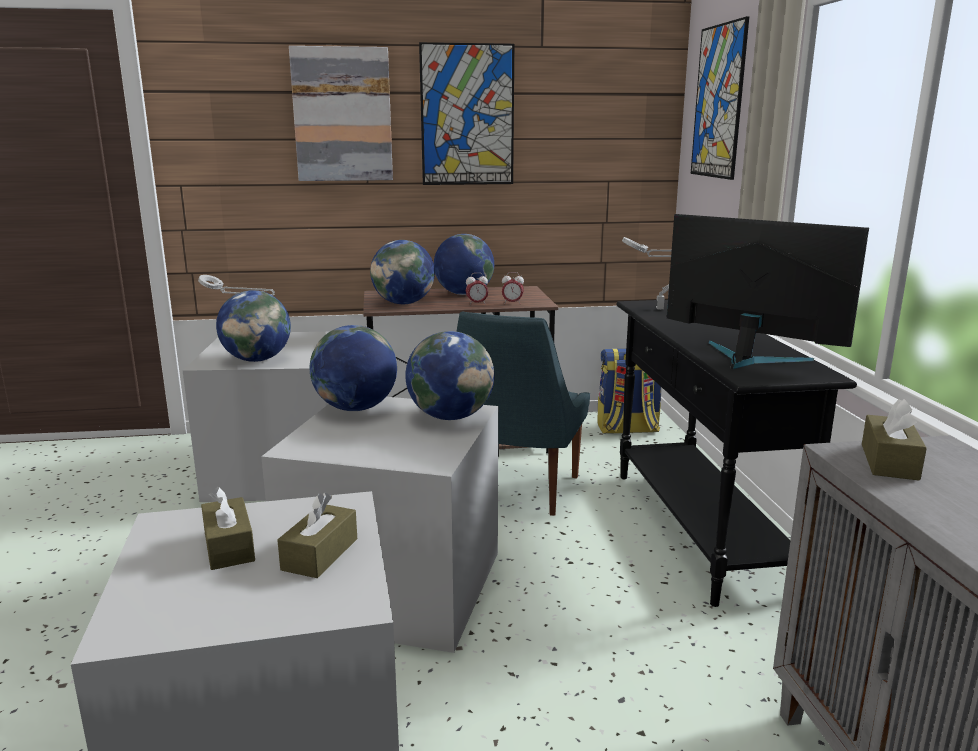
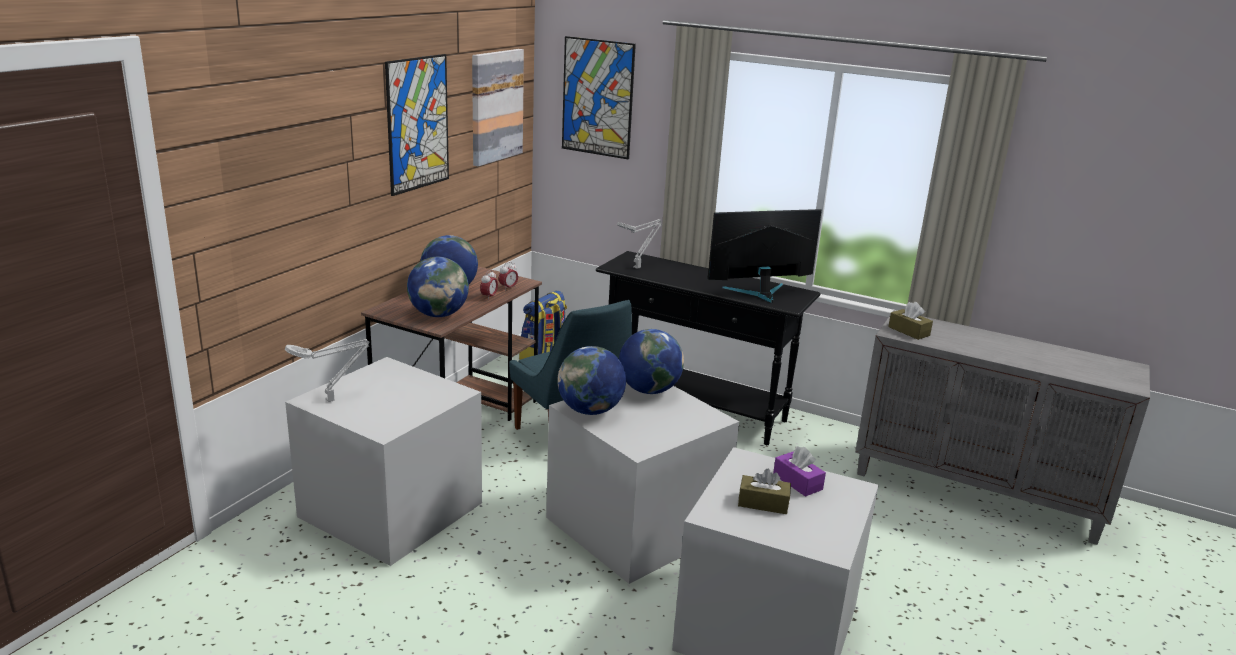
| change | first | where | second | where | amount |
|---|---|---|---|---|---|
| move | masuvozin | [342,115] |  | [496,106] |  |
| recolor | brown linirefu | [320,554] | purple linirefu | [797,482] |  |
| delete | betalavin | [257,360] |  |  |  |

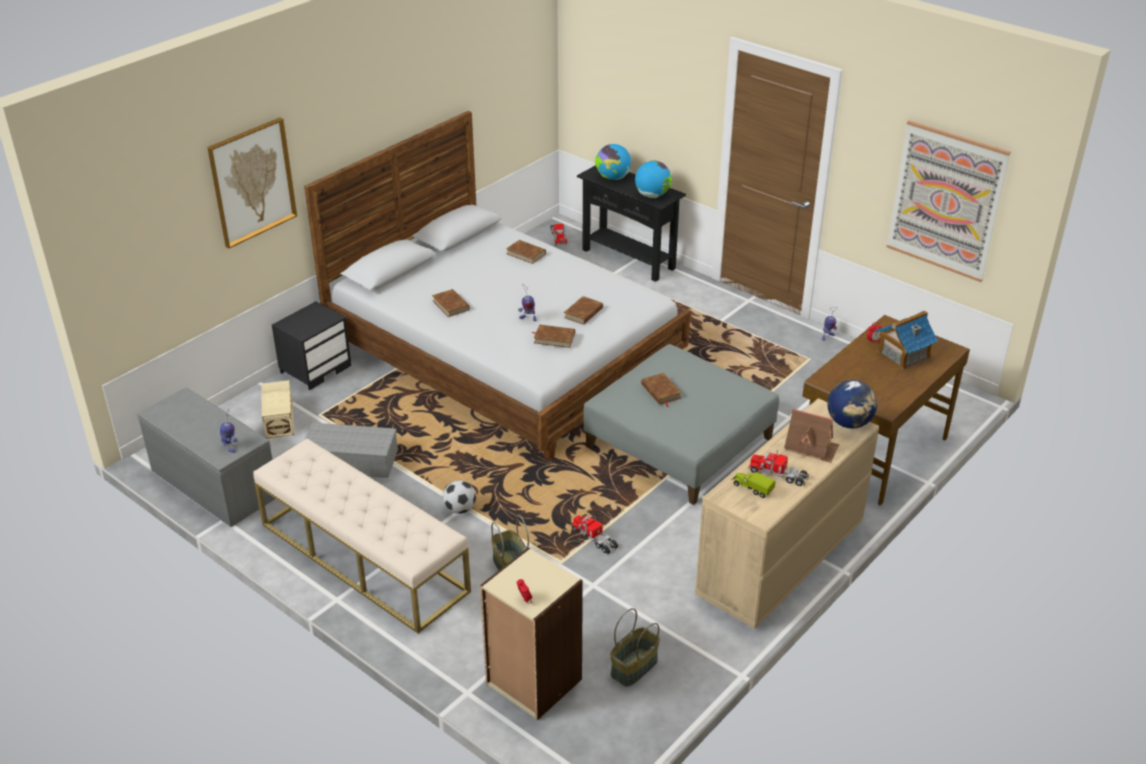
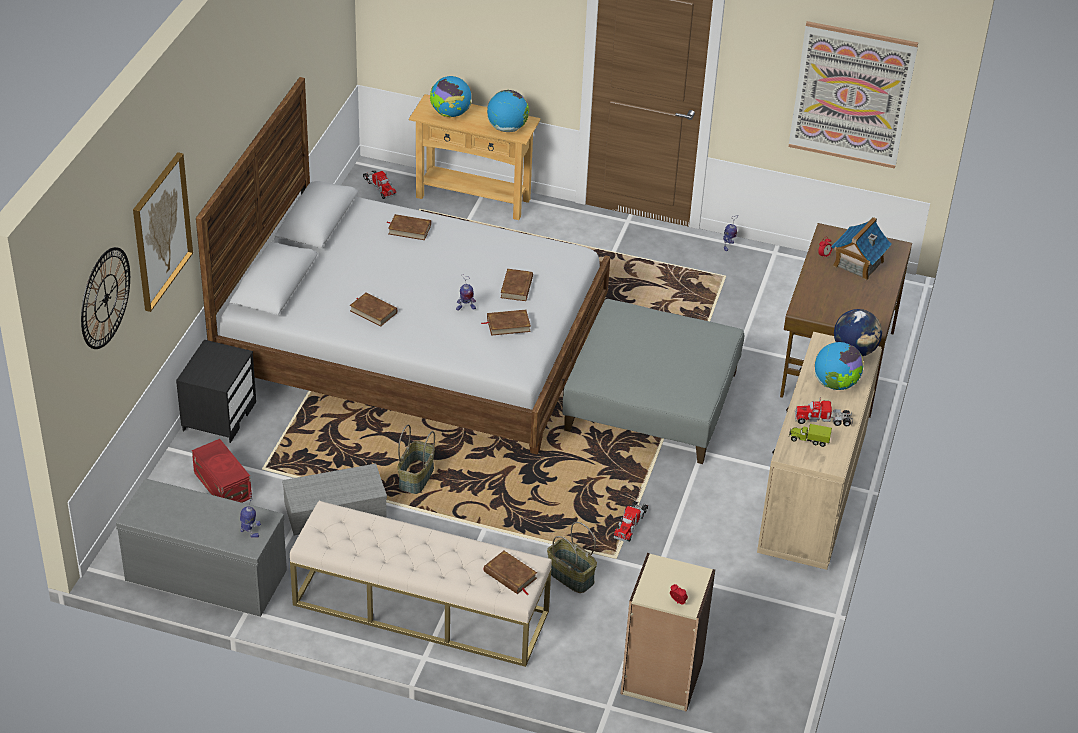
| change | first | where | second | where | amount |
|---|---|---|---|---|---|
| insert |  |  | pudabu | [105,298] |  |
| recolor | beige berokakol | [280,419] | red berokakol | [223,484] |  |
| move | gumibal | [634,668] |  | [416,478] |  |
| recolor | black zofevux | [628,259] | beige zofevux | [473,198] |  |
| move | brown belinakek | [661,391] |  | [510,575] |  |
| rotate | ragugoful | [594,538] |  | [630,524] | 90 degrees counterclockwise |
| replace | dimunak | [811,447] | betalavin | [835,384] |  |
| delete | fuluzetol | [460,509] |  |  |  |

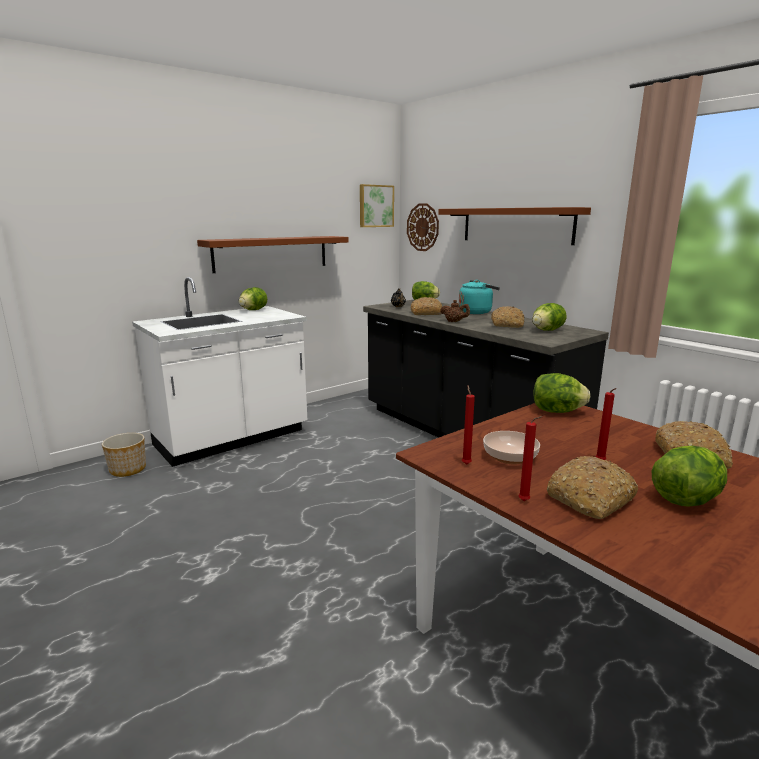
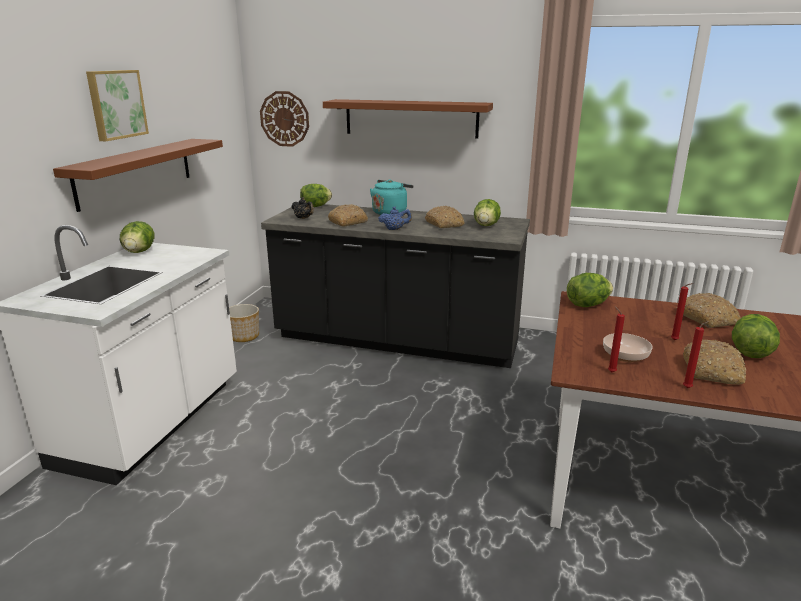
| change | first | where | second | where | amount |
|---|---|---|---|---|---|
| move | masuvozin | [375,206] |  | [116,104] |  |
| move | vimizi | [127,470] |  | [244,336] |  |
| recolor | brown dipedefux | [454,322] | blue dipedefux | [395,229] |  |

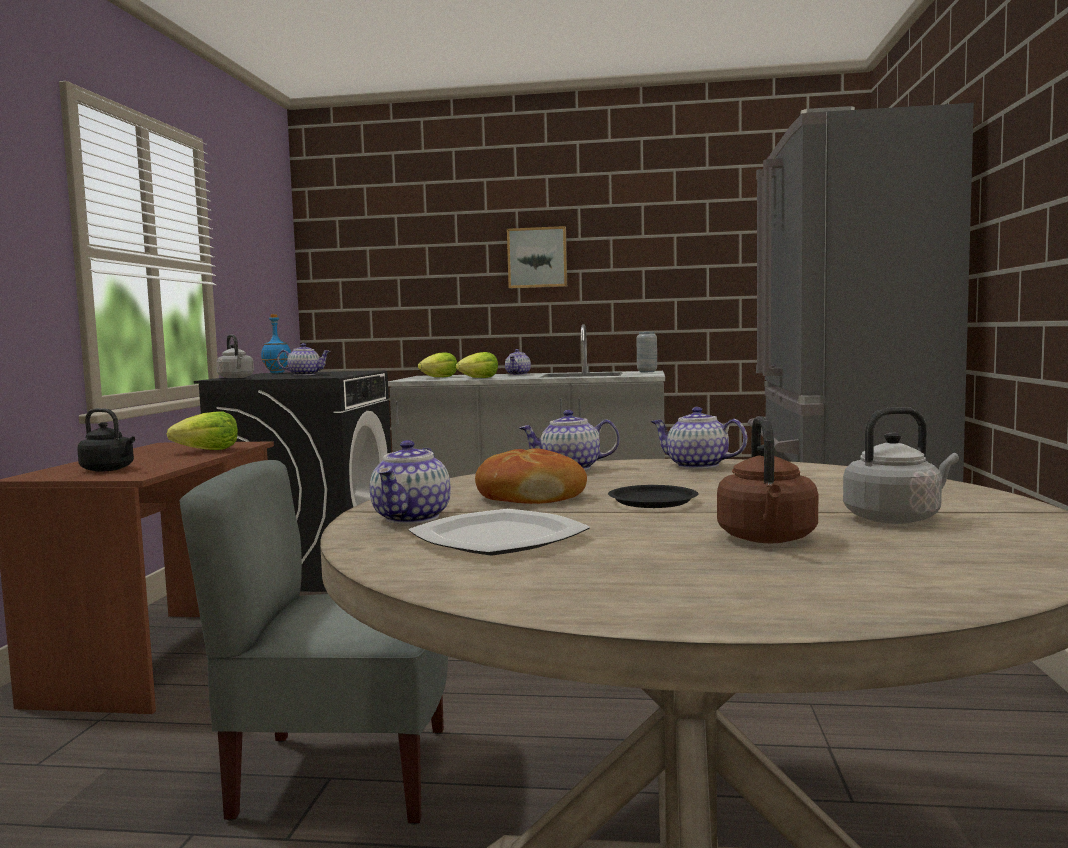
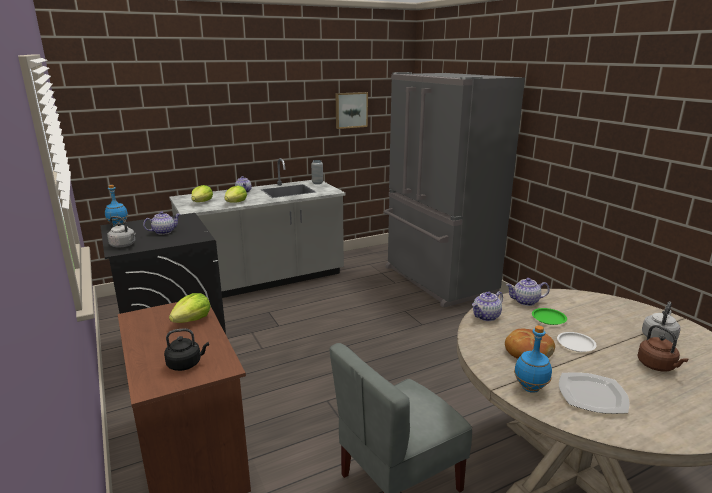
| change | first | where | second | where | amount |
|---|---|---|---|---|---|
| move | masuvozin | [537,258] |  | [351,110] |  |
| replace | dipedefux | [412,518] | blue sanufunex | [530,388] |  |
| insert |  |  | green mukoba | [549,319] |  |
| recolor | black mukoba | [653,502] | white mukoba | [576,344] |  |

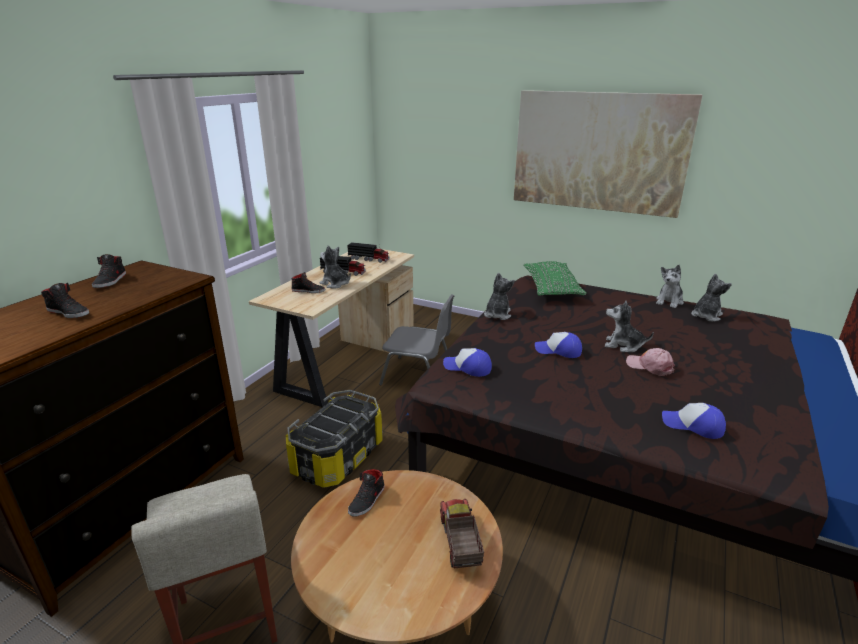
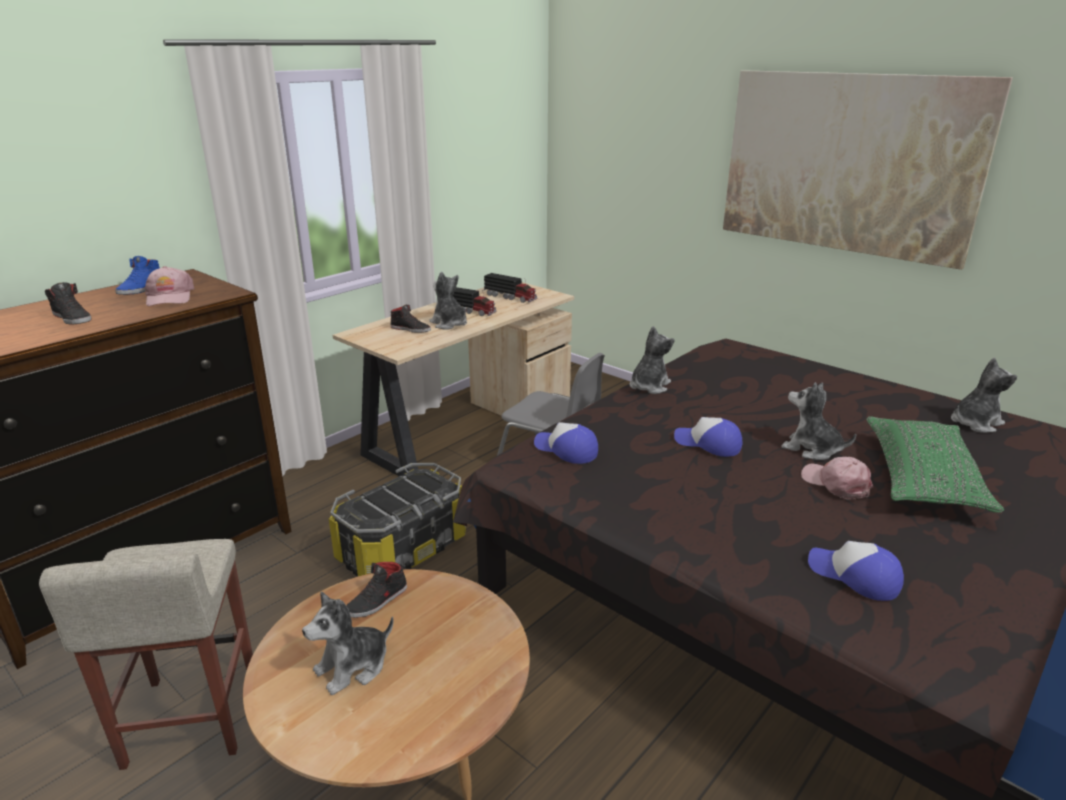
| change | first | where | second | where | amount |
|---|---|---|---|---|---|
| recolor | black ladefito | [110,281] | blue ladefito | [142,288] |  |
| insert |  |  | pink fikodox | [170,297] |  |
| move | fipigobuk | [669,301] |  | [353,667] |  |
| move | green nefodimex | [551,288] |  | [922,479] |  |
| delete | ragugoful | [459,543] |  |  |  |

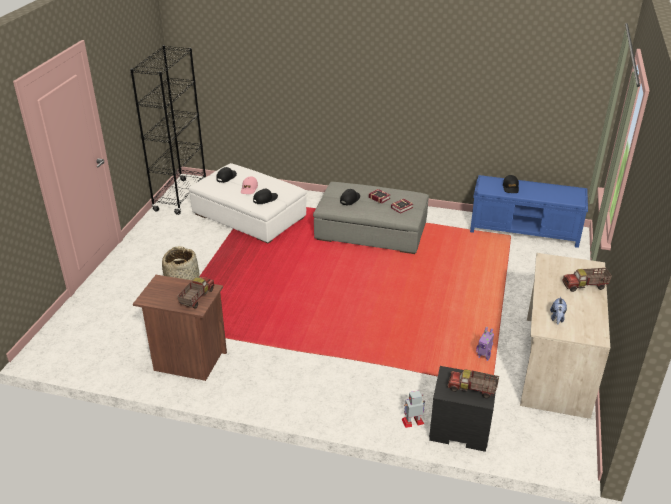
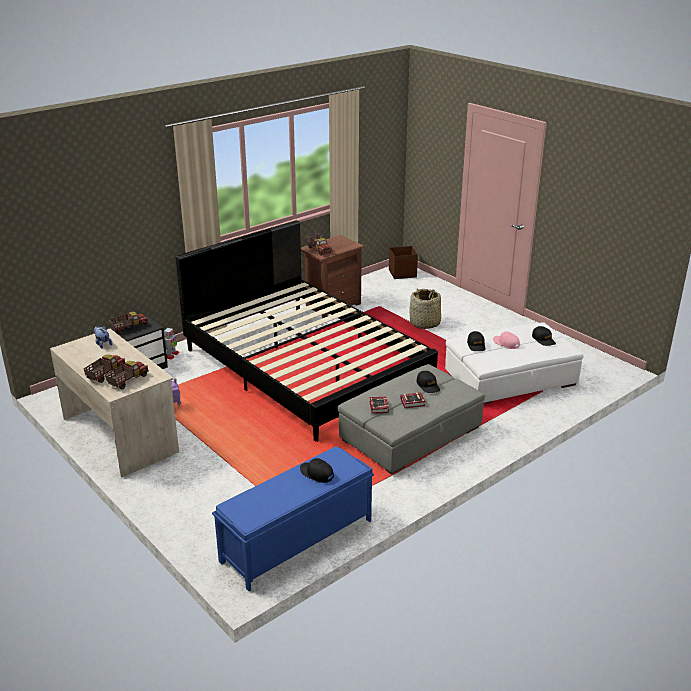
| change | first | where | second | where | amount |
|---|---|---|---|---|---|
| insert |  |  | ragugoful | [127,381] |  |
| insert |  |  | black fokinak | [306,366] |  |
| insert |  |  | brown berokakol | [402,273] |  |
| delete | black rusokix | [180,197] |  |  |  |

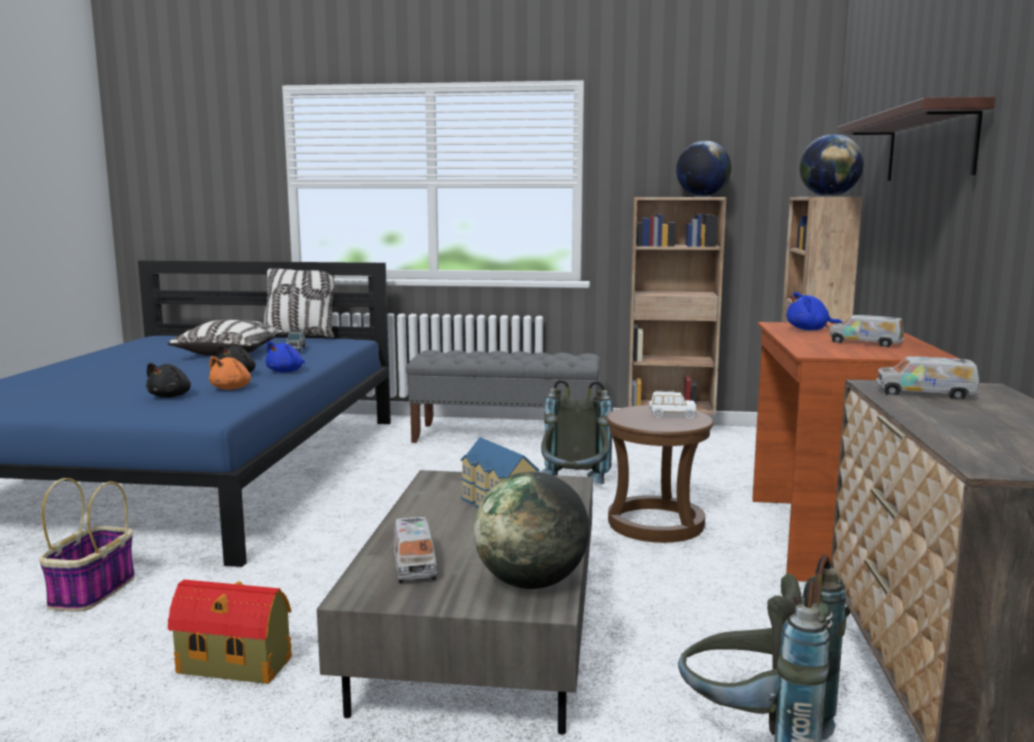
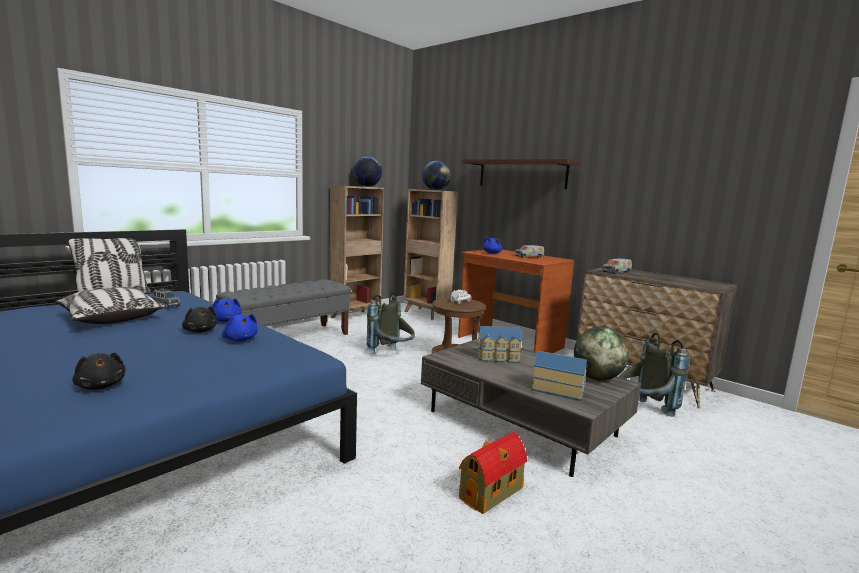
| change | first | where | second | where | amount |
|---|---|---|---|---|---|
| move | black fipigobuk | [171,396] |  | [101,386] |  |
| recolor | orange fipigobuk | [232,388] | blue fipigobuk | [240,340] |  |
| replace | ragugoful | [414,564] | dimunak | [557,390] |  |
| delete | gumibal | [92,592] |  |  |  |

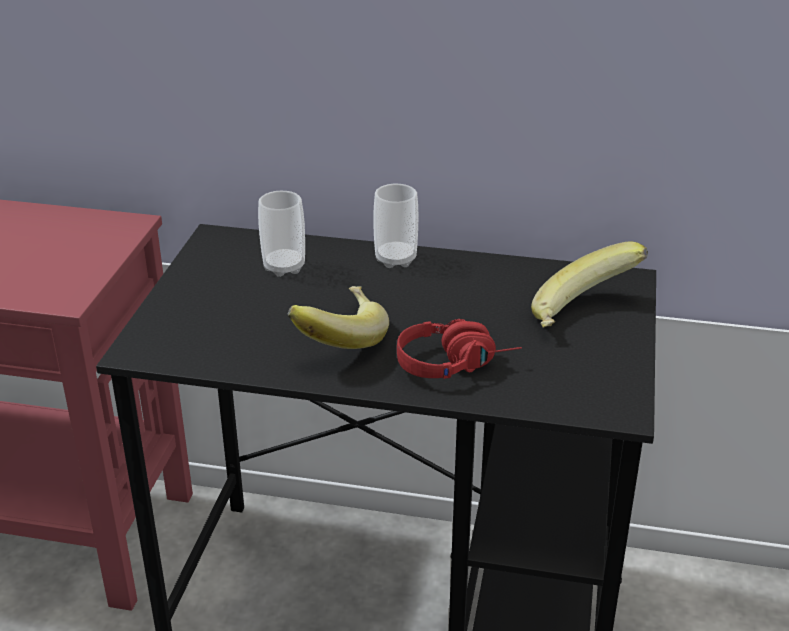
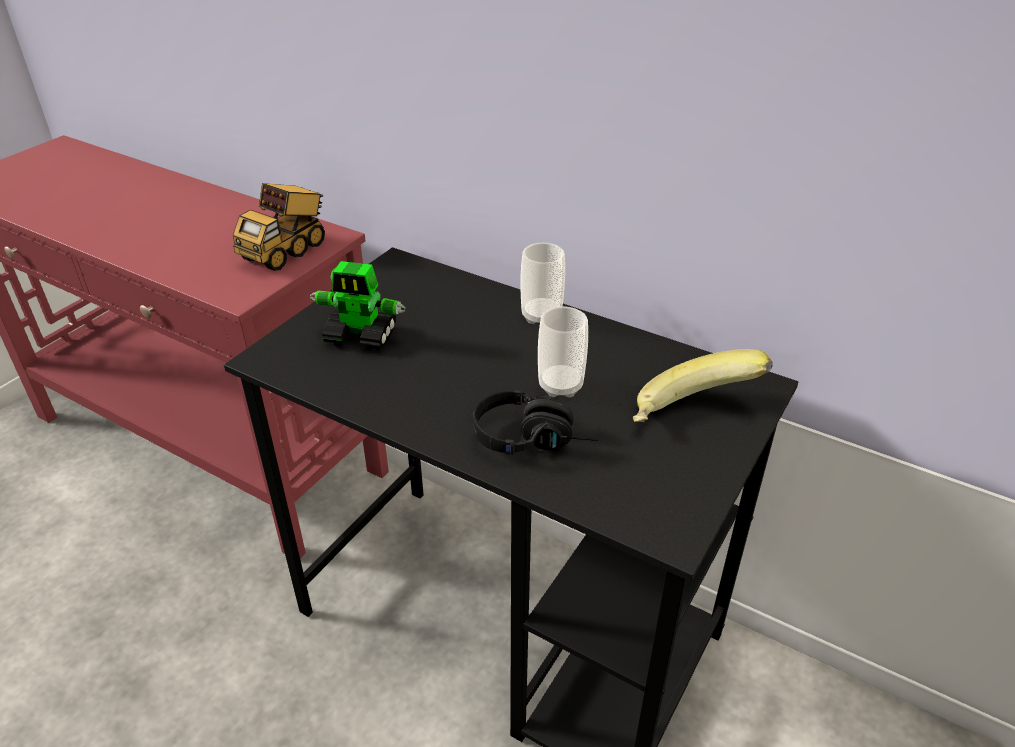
| change | first | where | second | where | amount |
|---|---|---|---|---|---|
| insert |  |  | ragugoful | [286,251] |  |
| insert |  |  | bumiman | [361,336] |  |
| recolor | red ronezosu | [456,363] | black ronezosu | [535,439] |  |
| move | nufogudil | [284,267] |  | [560,386] |  |
| delete | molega | [337,339] |  |  |  |

